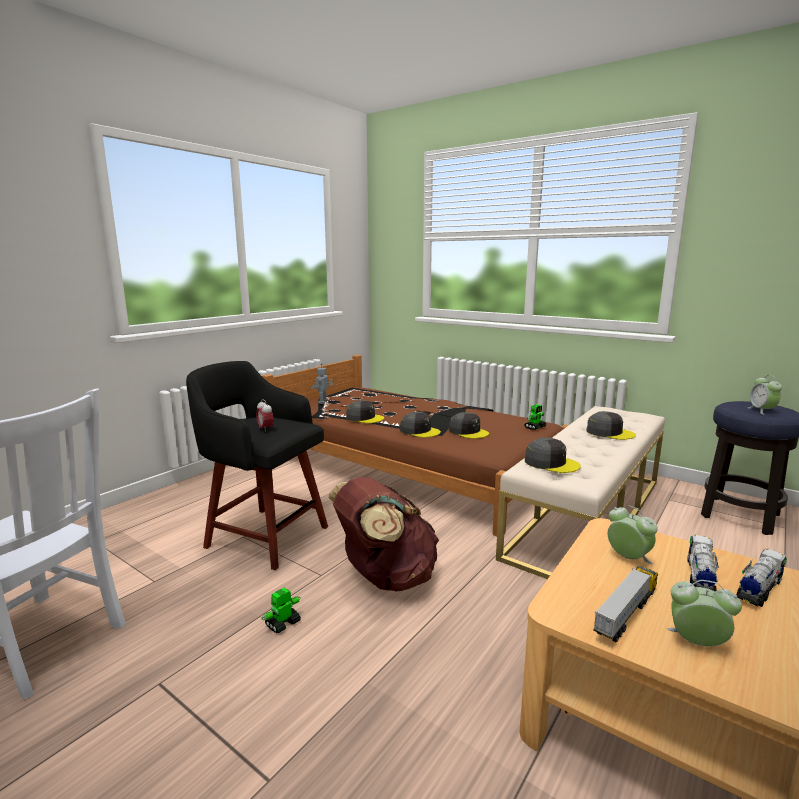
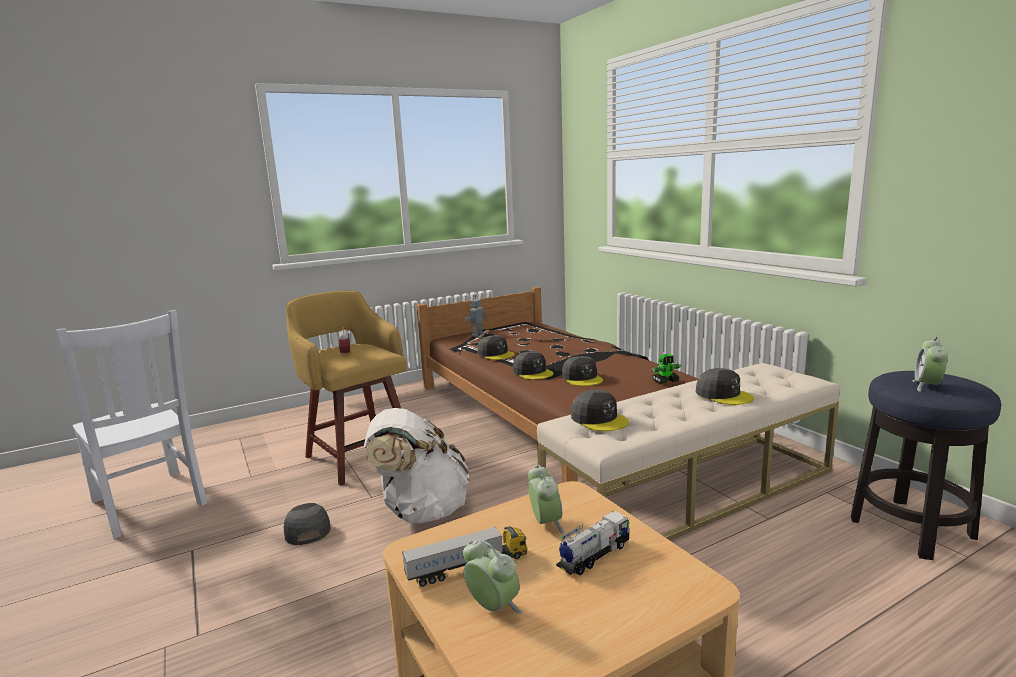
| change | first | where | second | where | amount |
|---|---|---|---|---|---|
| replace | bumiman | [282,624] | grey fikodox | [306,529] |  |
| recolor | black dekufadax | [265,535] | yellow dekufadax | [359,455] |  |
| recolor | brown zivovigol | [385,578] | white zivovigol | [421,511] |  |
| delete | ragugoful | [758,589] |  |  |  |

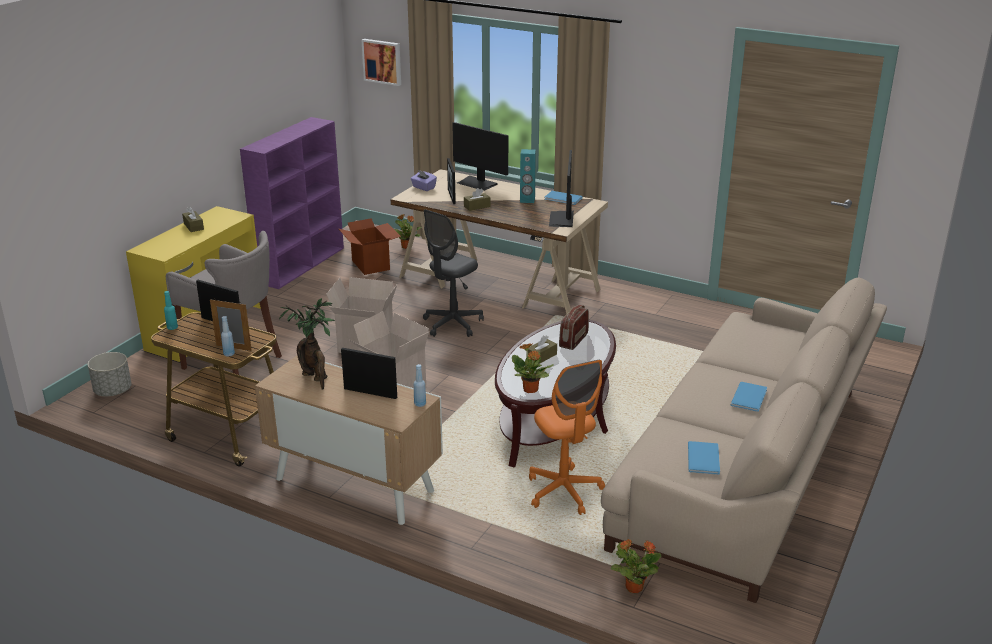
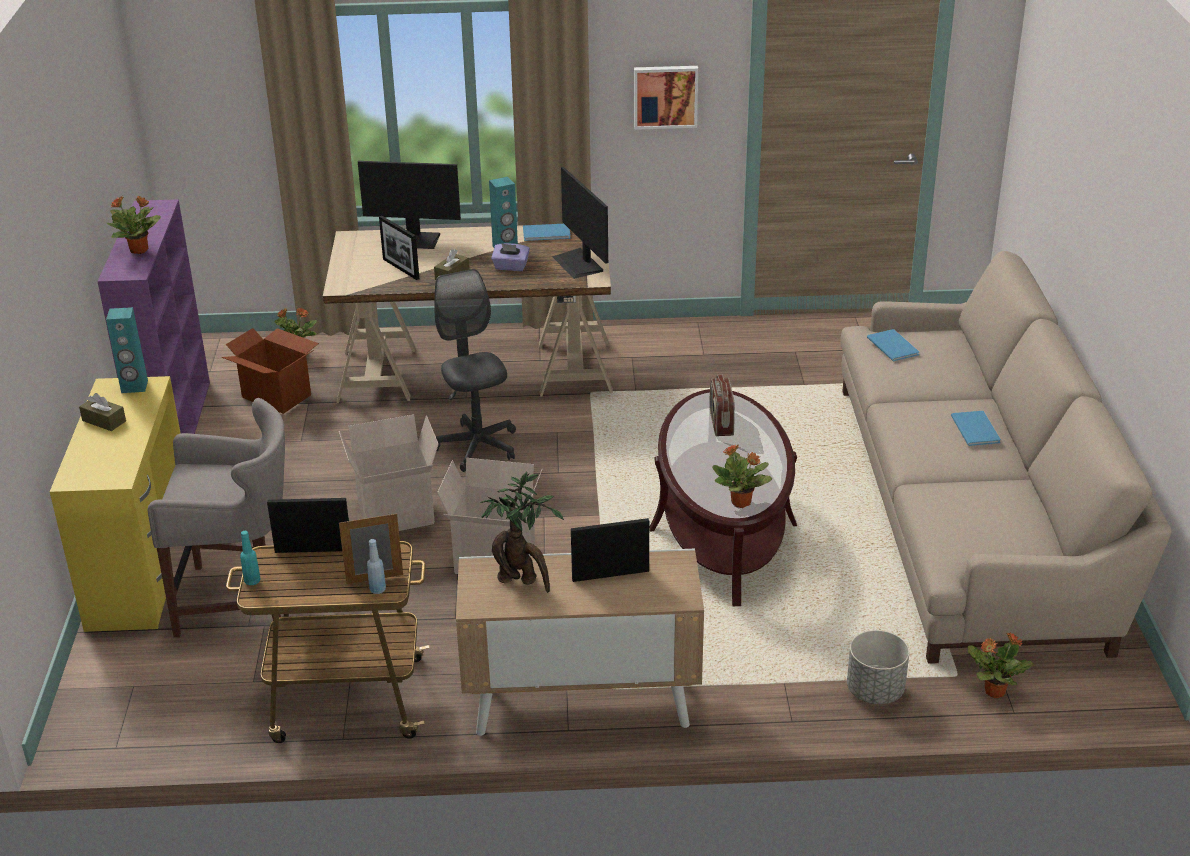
| change | first | where | second | where | amount |
|---|---|---|---|---|---|
| insert |  |  | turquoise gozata | [134,387] |  |
| insert |  |  | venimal | [140,250] |  |
| rotate | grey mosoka | [452,324] |  | [477,447] | 150 degrees clockwise |
| move | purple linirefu | [423,188] |  | [510,267] |  |
| move | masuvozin | [382,61] |  | [665,96] |  |
| move | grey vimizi | [113,391] |  | [874,691] |  |
| move | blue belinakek | [704,458] |  | [893,345] |  |
| delete | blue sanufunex | [420,404] |  |  |  |
| delete | brown linirefu | [541,356] |  |  |  |
| delete | orange mosoka | [564,491] |  |  |  |

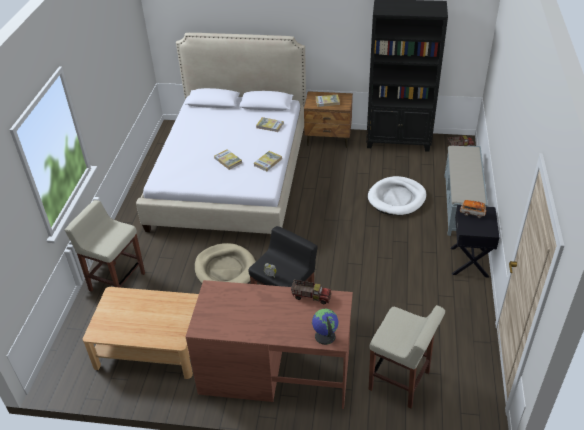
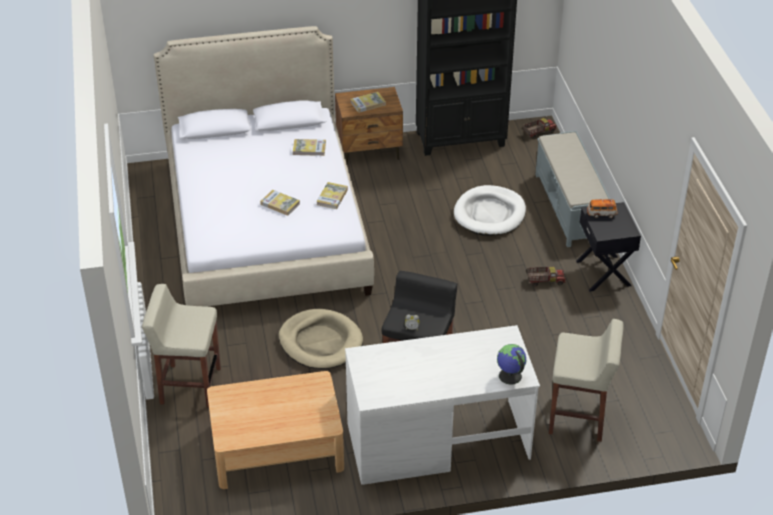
| change | first | where | second | where | amount |
|---|---|---|---|---|---|
| recolor | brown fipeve | [275,371] | white fipeve | [437,440] |  |
| move | ragugoful | [311,296] |  | [545,281] |  |

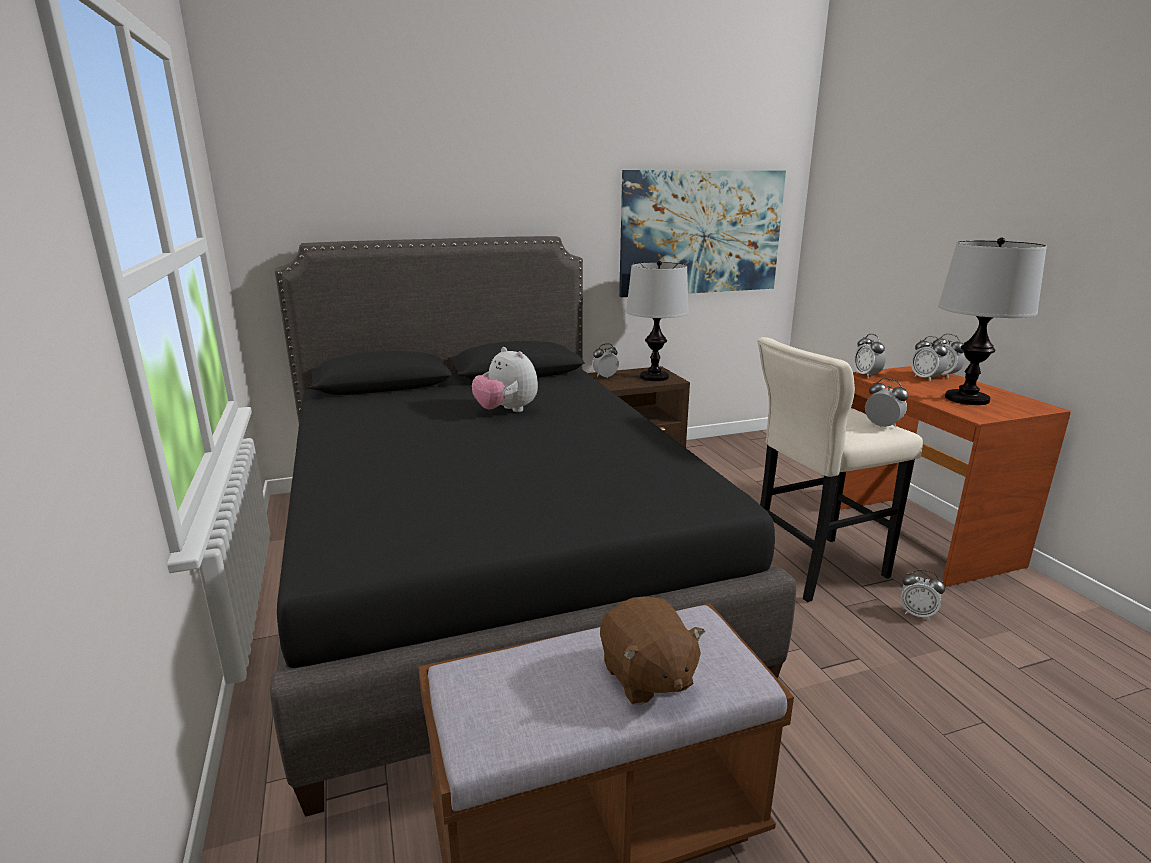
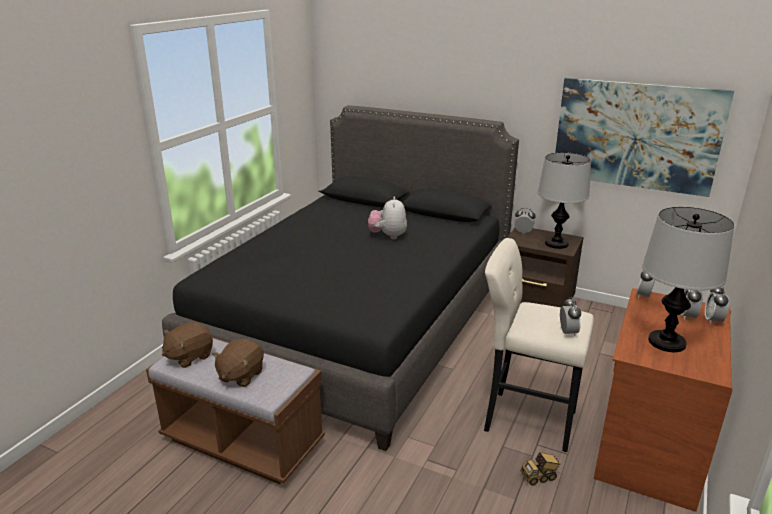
| change | first | where | second | where | amount |
|---|---|---|---|---|---|
| insert |  |  | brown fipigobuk | [189,356] |  |
| replace | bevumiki | [917,614] | ragugoful | [539,477] |  |

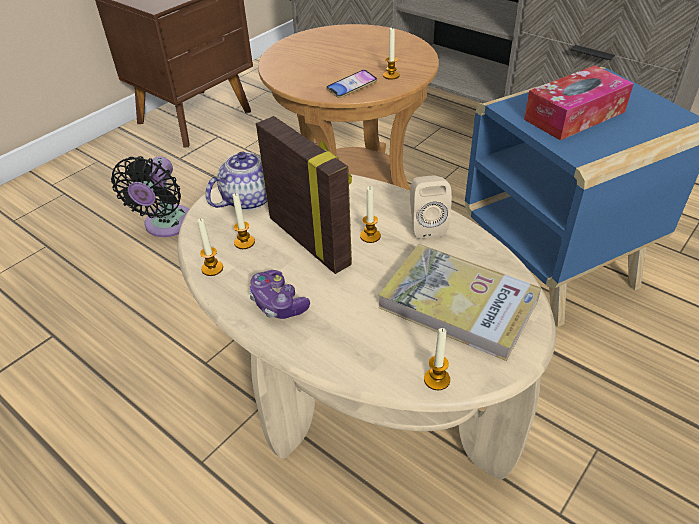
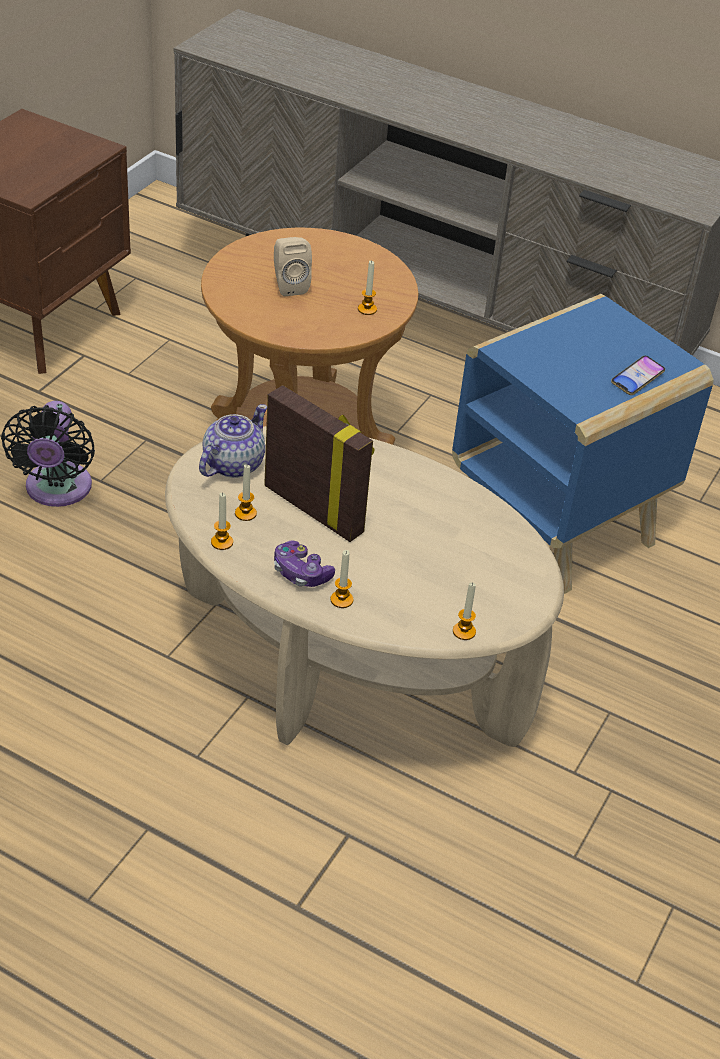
| change | first | where | second | where | amount |
|---|---|---|---|---|---|
| move | beige gozata | [426,226] |  | [289,285] |  |
| move | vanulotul | [370,236] |  | [341,600] |  |
| move | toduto | [352,87] |  | [637,379] |  |
| delete | belinakek | [458,304] |  |  |  |
| delete | linirefu | [574,115] |  |  |  |

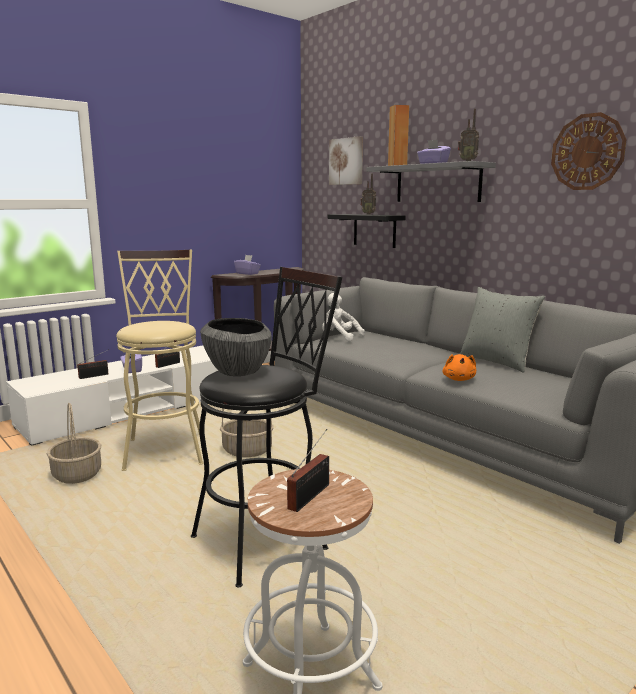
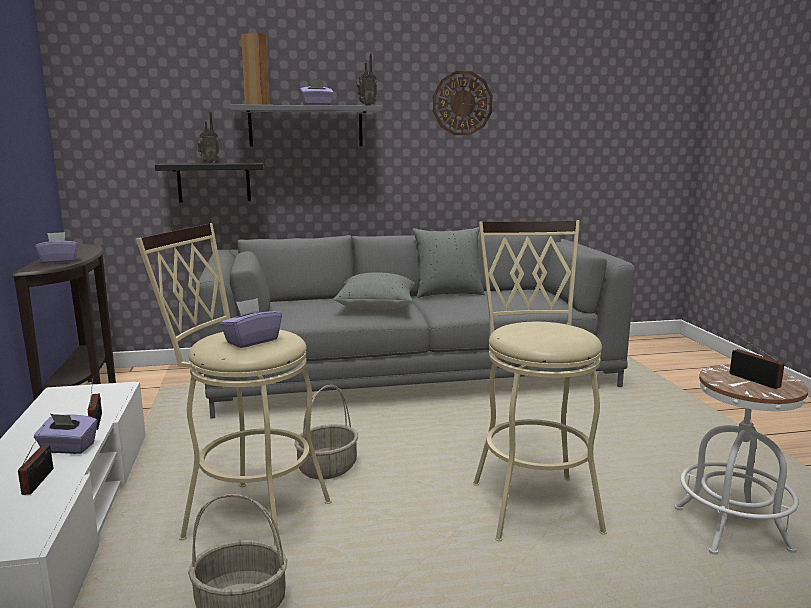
| change | first | where | second | where | amount |
|---|---|---|---|---|---|
| insert |  |  | purple linirefu | [252,341] |  |
| insert |  |  | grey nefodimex | [376,307] |  |
| recolor | black dekufadax | [269,539] | beige dekufadax | [532,501] |  |
| delete | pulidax | [238,372] |  |  |  |
| delete | white fipigobuk | [339,337] |  |  |  |
| delete | masuvozin | [346,161] |  |  |  |
| delete | orange fipigobuk | [459,379] |  |  |  |

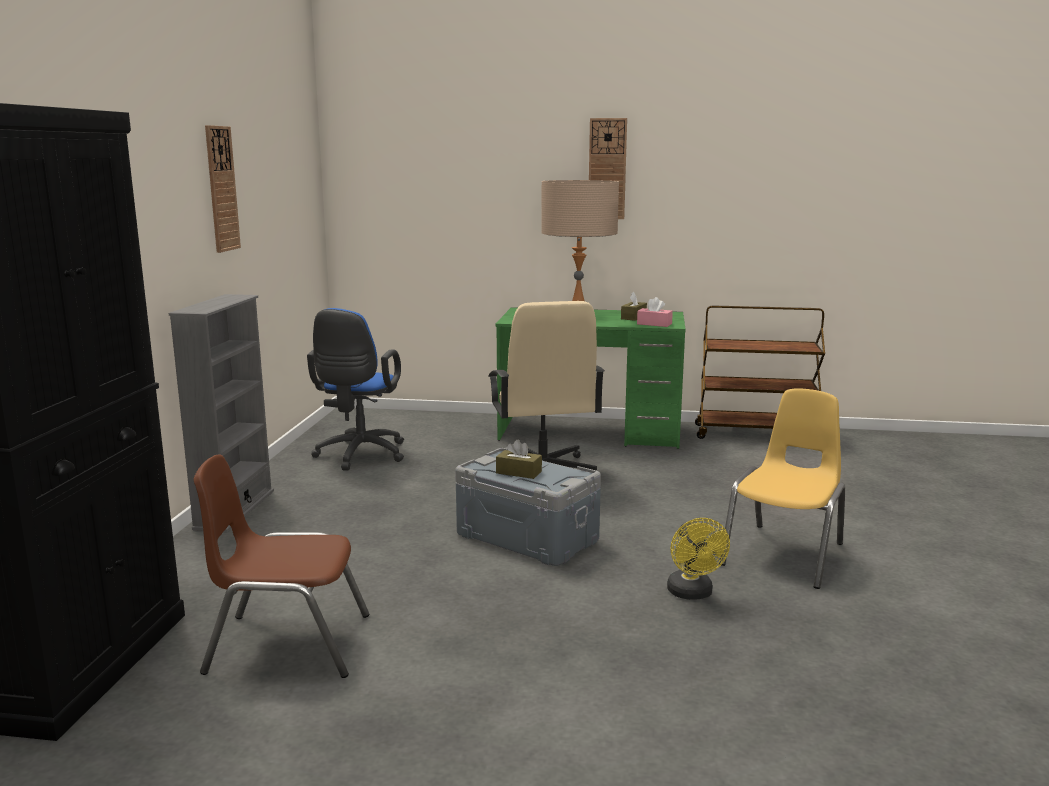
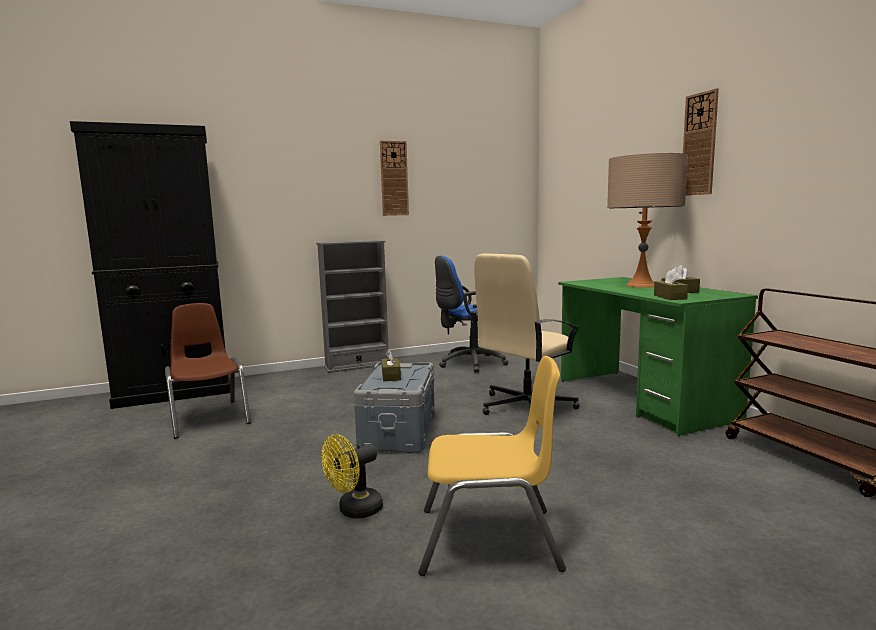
| change | first | where | second | where | amount |
|---|---|---|---|---|---|
| recolor | pink linirefu | [654,324] | brown linirefu | [670,297] |  |

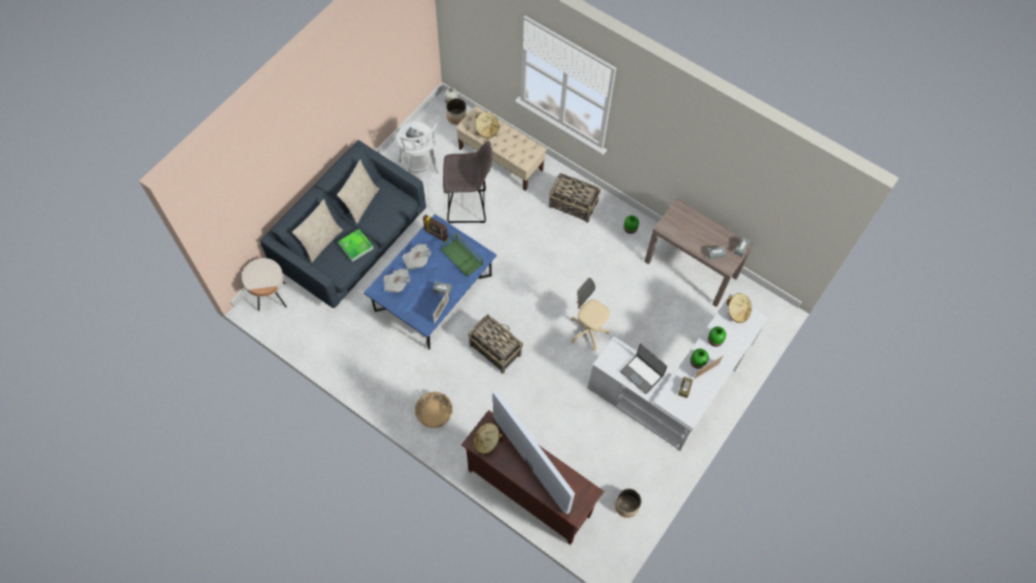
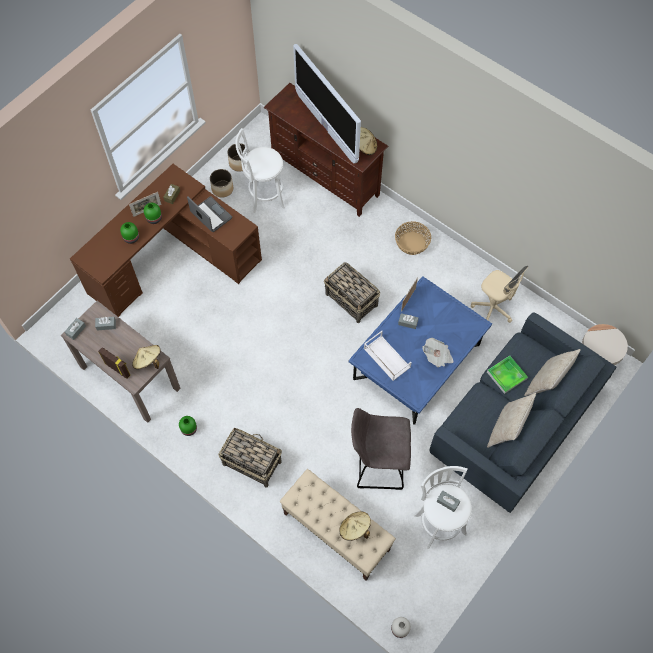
| change | first | where | second | where | amount |
|---|---|---|---|---|---|
| recolor | white fipeve | [677,387] | brown fipeve | [173,257] |  |
| move | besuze | [435,235] |  | [118,369] |  |
| move | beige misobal | [737,312] |  | [148,361] |  |
| move | vimizi | [456,116] |  | [222,189] |  |
| insert |  |  | white dekufadax | [264,196] |  |
| recolor | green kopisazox | [462,257] | white kopisazox | [386,358] |  |
| move | beige mosoka | [588,331] |  | [492,308] |  |
| delete | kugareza | [396,283] |  |  |  |

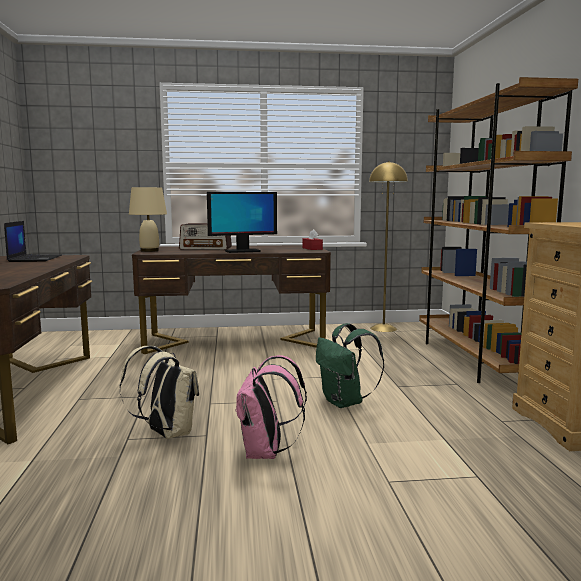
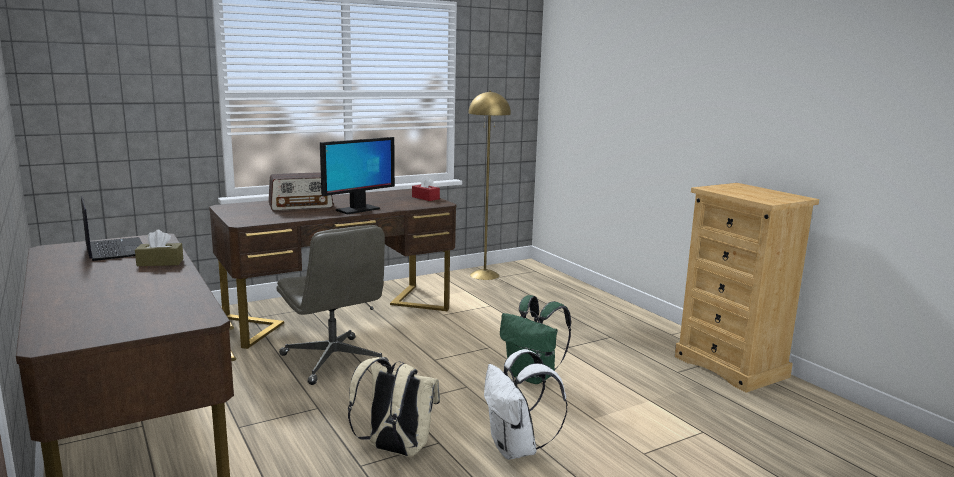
| change | first | where | second | where | amount |
|---|---|---|---|---|---|
| insert |  |  | brown linirefu | [160,262] |  |
| insert |  |  | grey mosoka | [334,361] |  |
| recolor | pink zivovigol | [266,453] | white zivovigol | [516,449] |  |
| delete | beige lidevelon | [149,250] |  |  |  |
| delete | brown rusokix | [474,360] |  |  |  |

